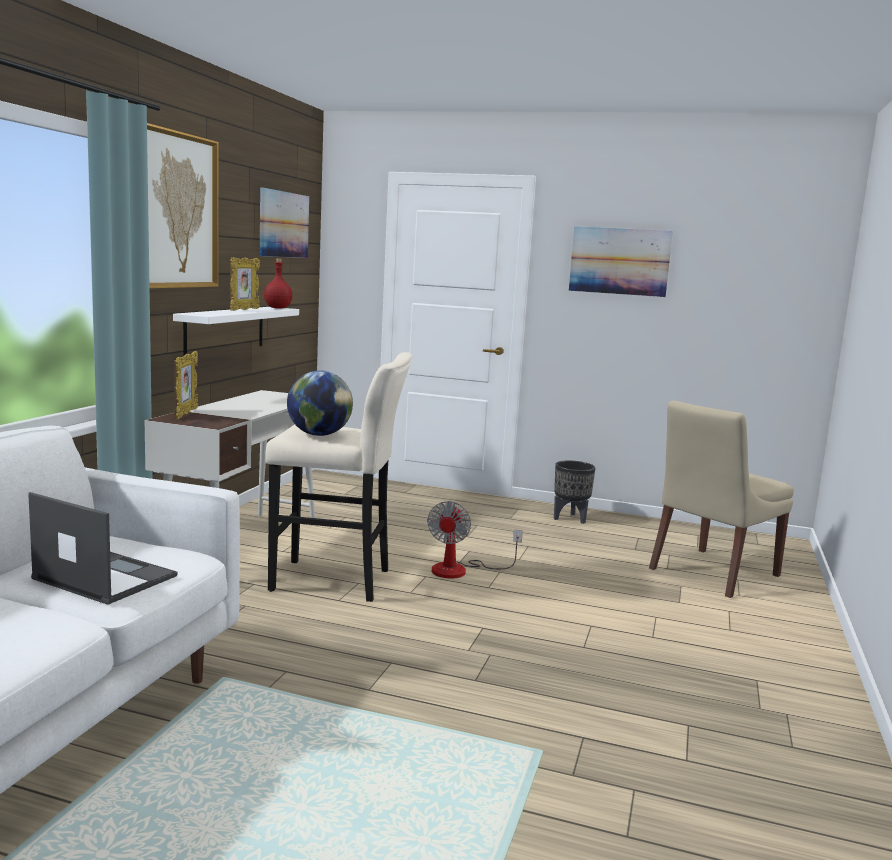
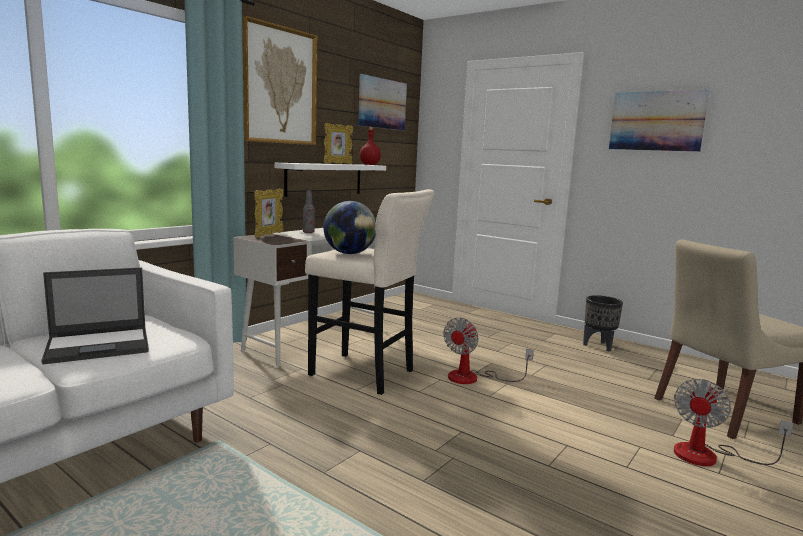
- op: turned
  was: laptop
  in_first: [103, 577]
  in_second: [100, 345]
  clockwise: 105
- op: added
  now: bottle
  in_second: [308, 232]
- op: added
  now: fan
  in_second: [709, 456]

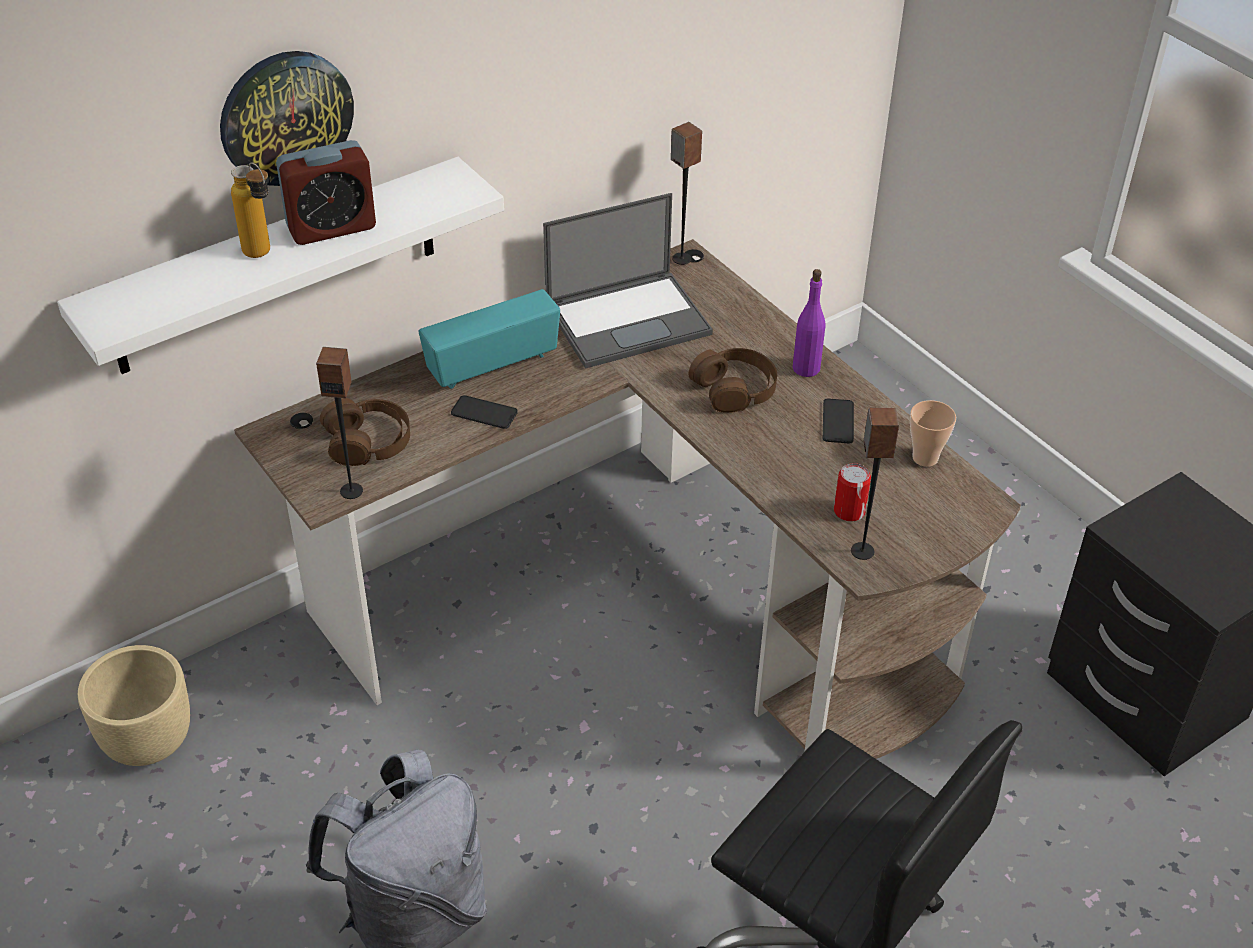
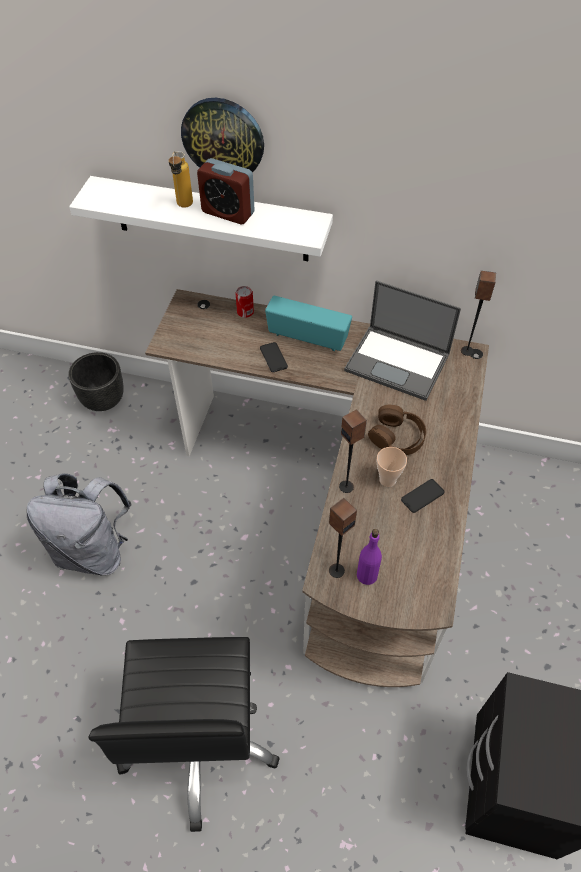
- op: recoloured
  was: beige planter
  now: black planter
  in_first: [147, 742]
  in_second: [103, 400]
- op: moved
  was: speaker
  in_first: [351, 490]
  in_second: [346, 486]
- op: removed
  was: brown headphones
  in_first: [368, 441]
- op: moved
  was: purple bottle
  in_first: [806, 368]
  in_second: [367, 575]
- op: moved
  was: can
  in_first: [849, 511]
  in_second: [245, 312]
- op: moved
  was: cup
  in_first: [925, 458]
  in_second: [387, 480]

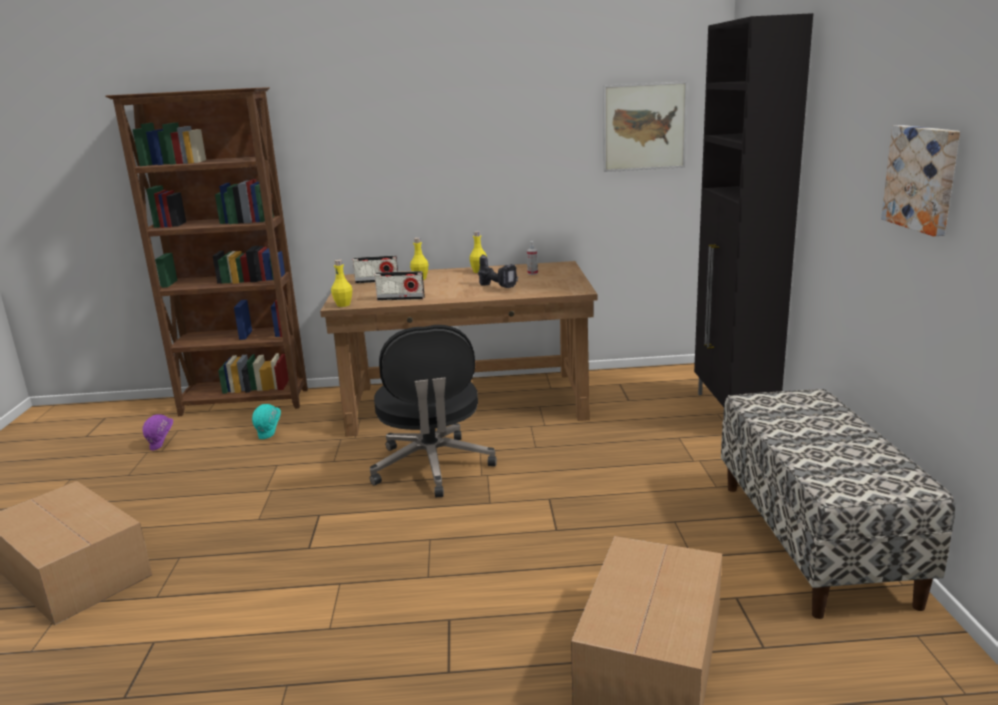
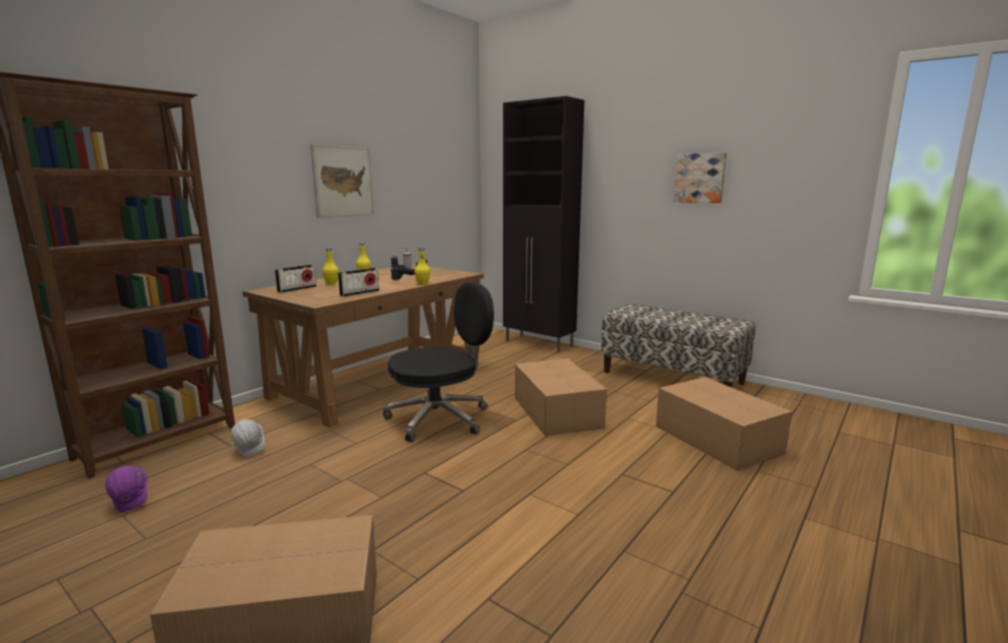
- op: recoloured
  was: turquoise hard hat
  now: white hard hat
  in_first: [270, 435]
  in_second: [250, 451]
- op: moved
  was: yellow bottle
  in_first: [343, 305]
  in_second: [422, 283]
- op: turned
  was: black office chair
  in_first: [432, 467]
  in_second: [440, 418]
  clockwise: -60
- op: moved
  was: picture
  in_first: [644, 127]
  in_second: [343, 181]
- op: added
  now: cardboard box
  in_second: [557, 411]

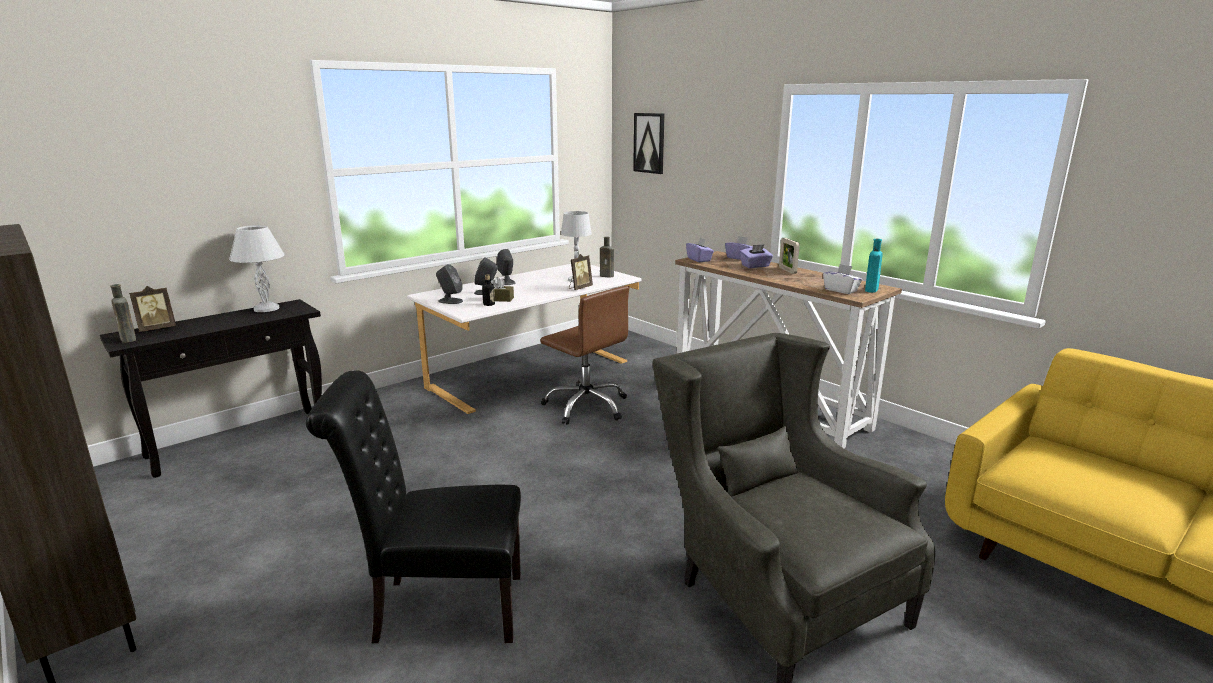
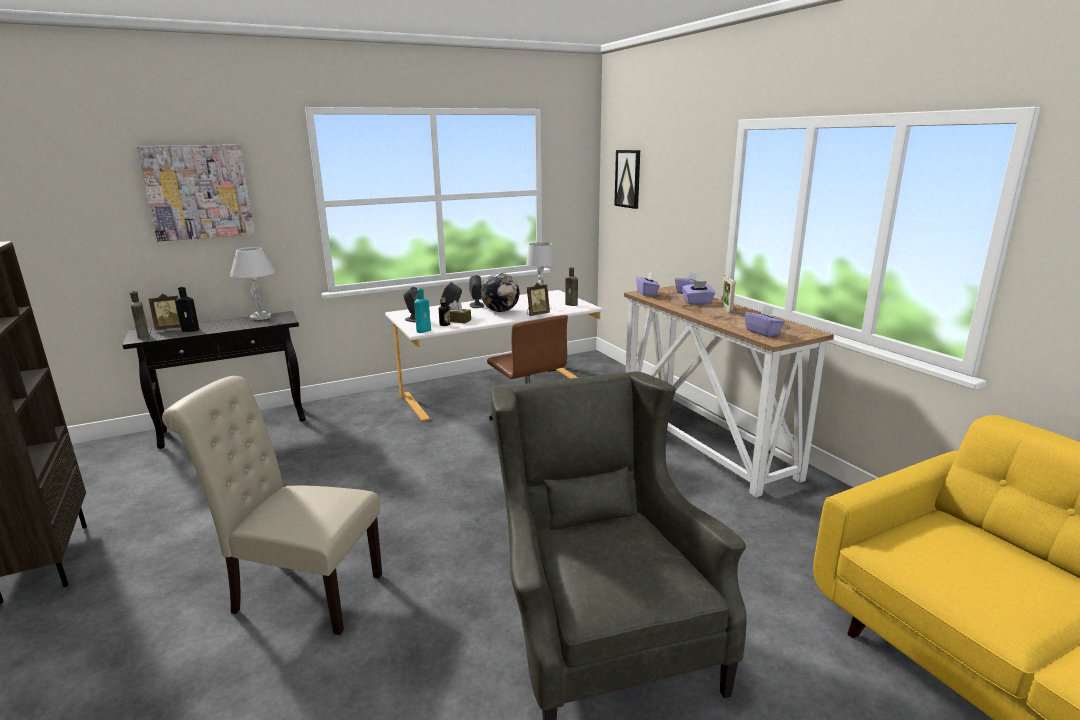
- op: recoloured
  was: black chair
  now: beige chair
  in_first: [439, 608]
  in_second: [299, 592]
- op: recoloured
  was: white tissue box
  now: purple tissue box
  in_first: [841, 290]
  in_second: [763, 332]
- op: moved
  was: turquoise bottle
  in_first: [871, 290]
  in_second: [424, 330]
- op: added
  now: picture
  in_second: [199, 192]
- op: added
  now: black bottle
  in_second: [192, 330]
- op: added
  now: globe
  in_second: [500, 311]

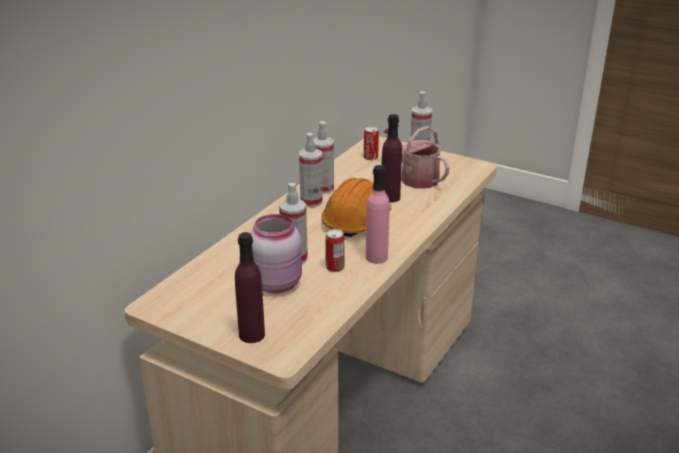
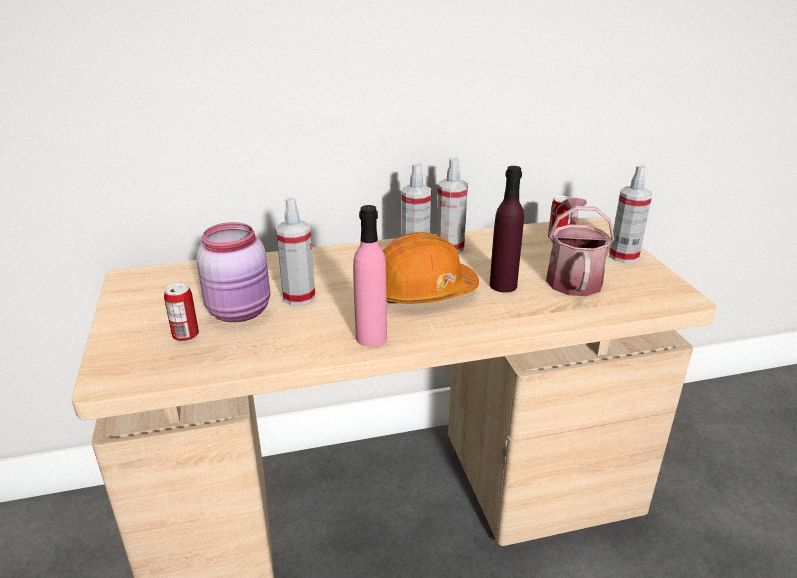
- op: removed
  was: purple bottle
  in_first: [252, 335]
- op: moved
  was: can
  in_first: [335, 267]
  in_second: [185, 335]

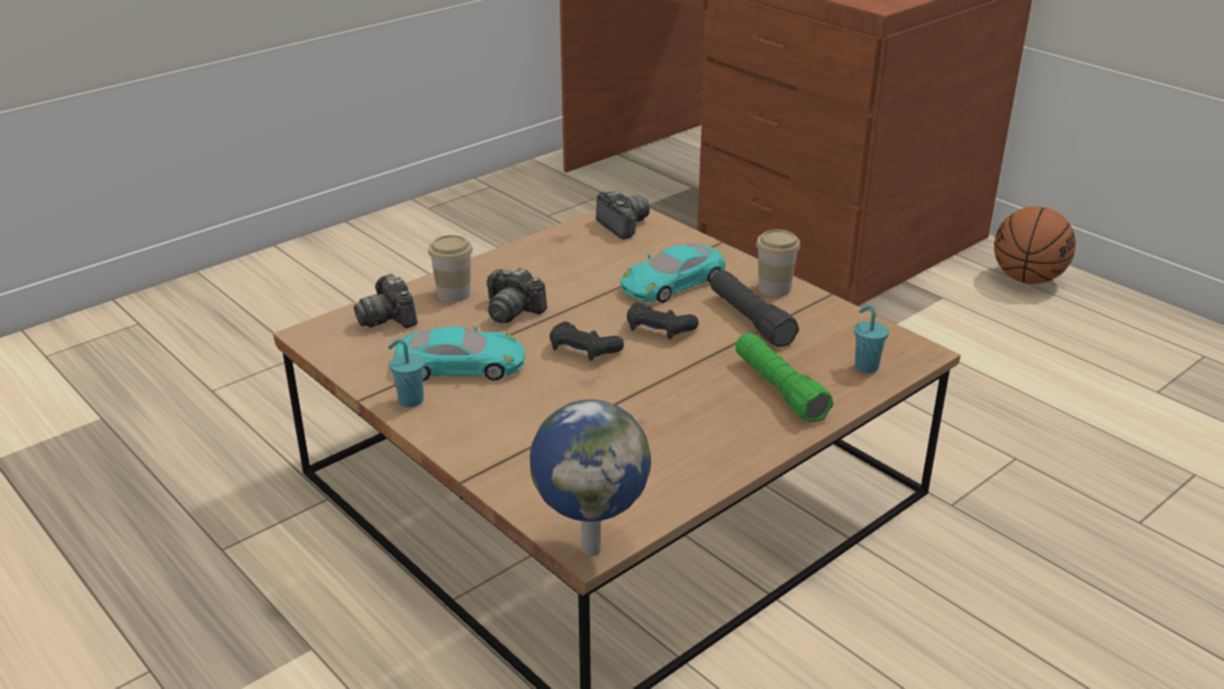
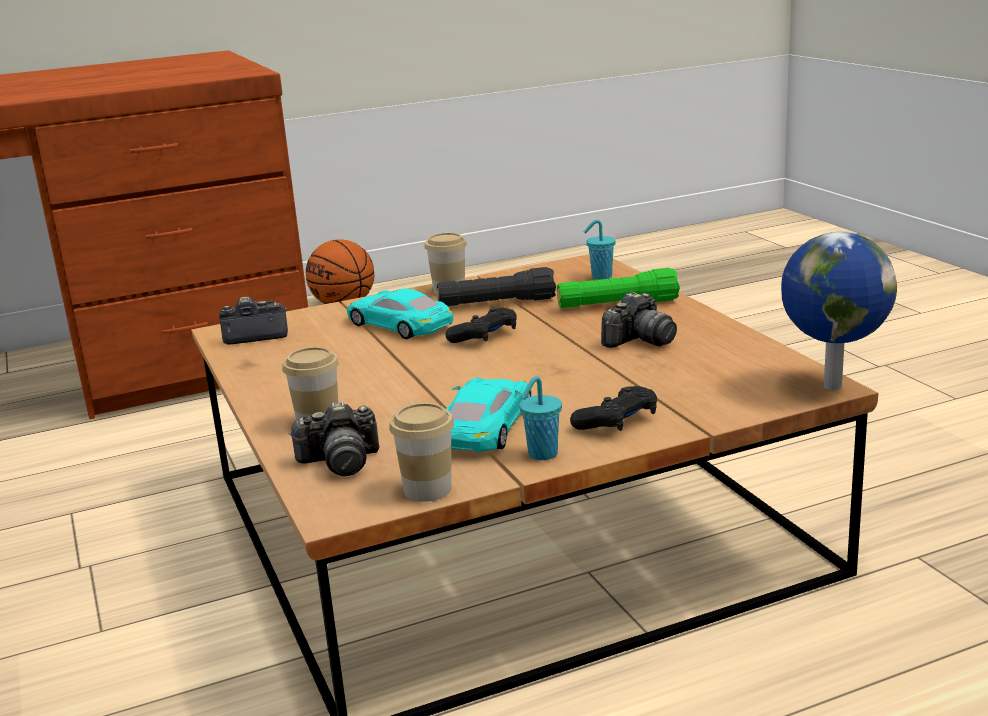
- op: moved
  was: photo camera
  in_first: [512, 311]
  in_second: [639, 341]
- op: moved
  was: black game controller
  in_first: [583, 350]
  in_second: [617, 421]
- op: turned
  was: turquoise toy car
  in_first: [673, 282]
  in_second: [400, 324]
  clockwise: 150
- op: added
  now: cup
  in_second: [427, 489]

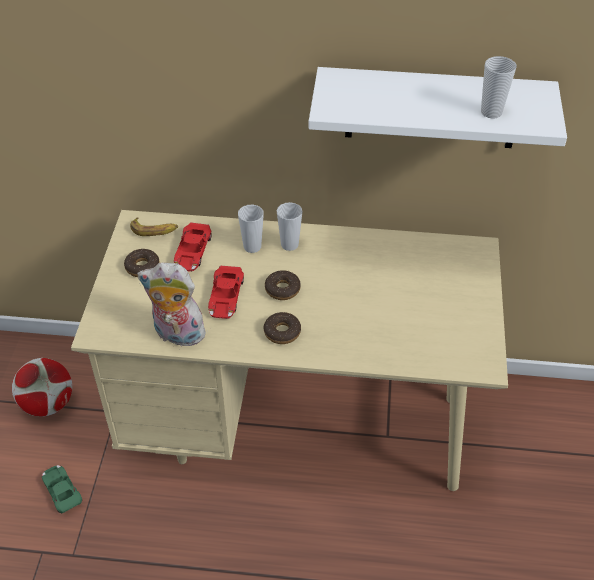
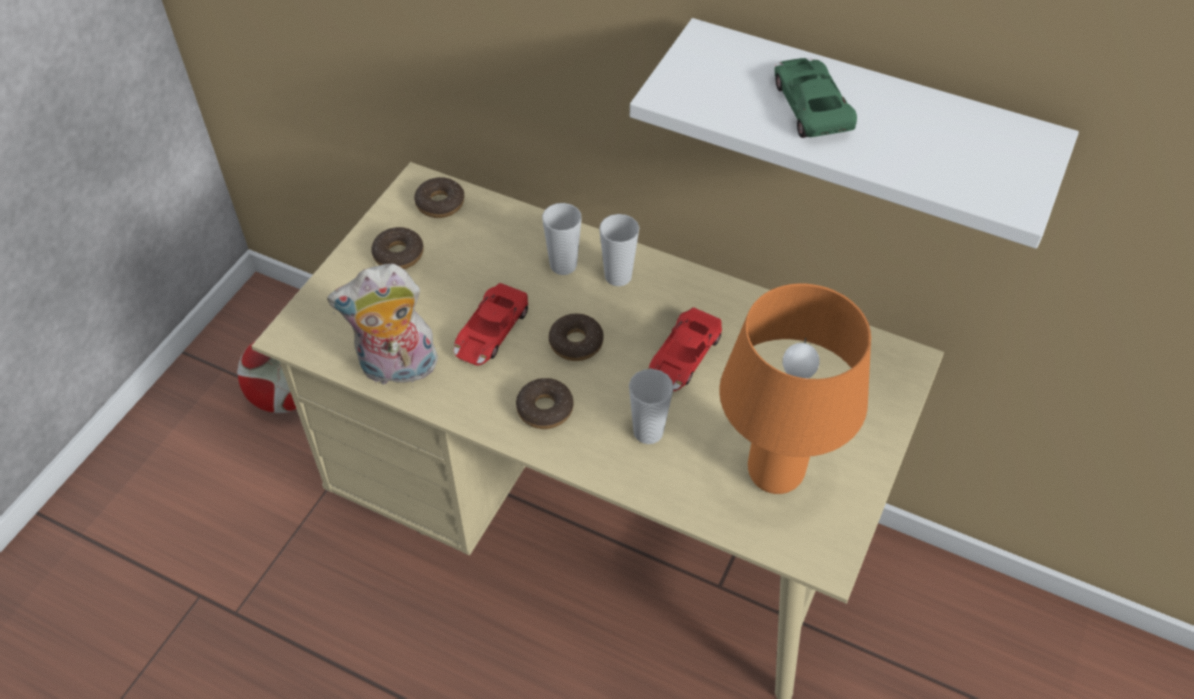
- op: moved
  was: green toy car
  in_first: [62, 491]
  in_second: [810, 105]
- op: replaced
  was: banana
  now: donut
  in_first: [154, 230]
  in_second: [440, 203]
- op: turned
  was: plush toy
  in_first: [177, 335]
  in_second: [397, 370]
  clockwise: -45
- op: moved
  was: red toy car
  in_first: [192, 252]
  in_second: [683, 357]
- op: moved
  was: cup
  in_first: [491, 112]
  in_second: [648, 432]
- op: added
  now: orange table lamp
  in_second: [774, 472]

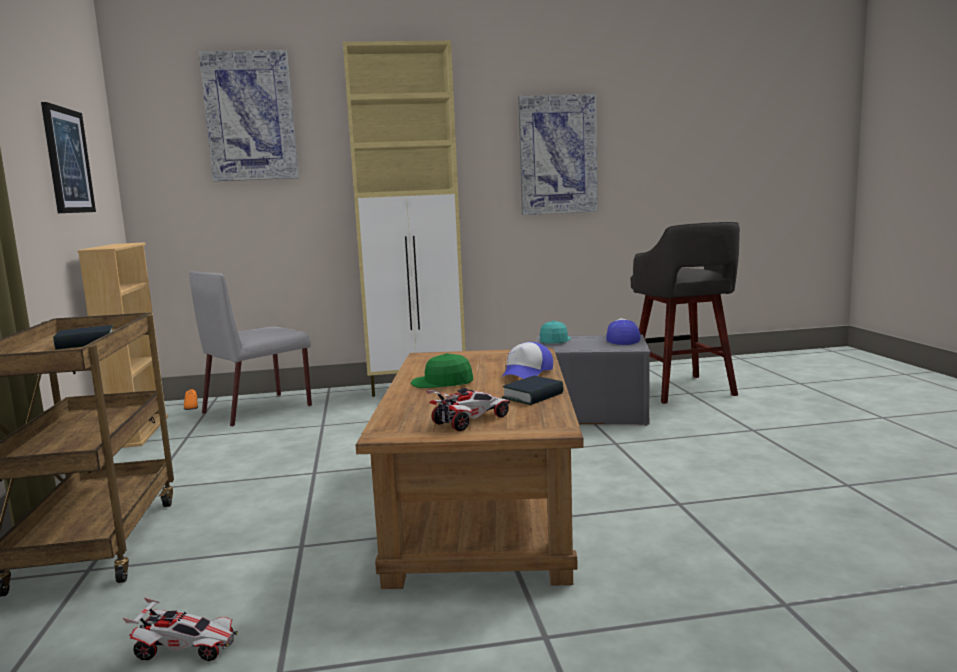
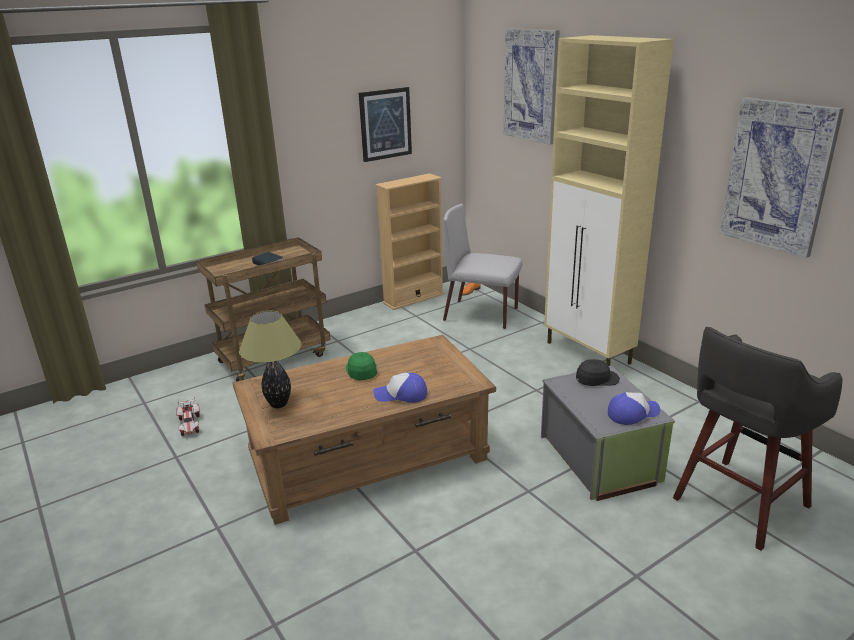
- op: replaced
  was: toy car
  now: table lamp
  in_first: [471, 421]
  in_second: [278, 404]
- op: removed
  was: book
  in_first: [533, 396]
- op: recoloured
  was: turquoise cap
  now: black cap
  in_first: [554, 340]
  in_second: [596, 379]

